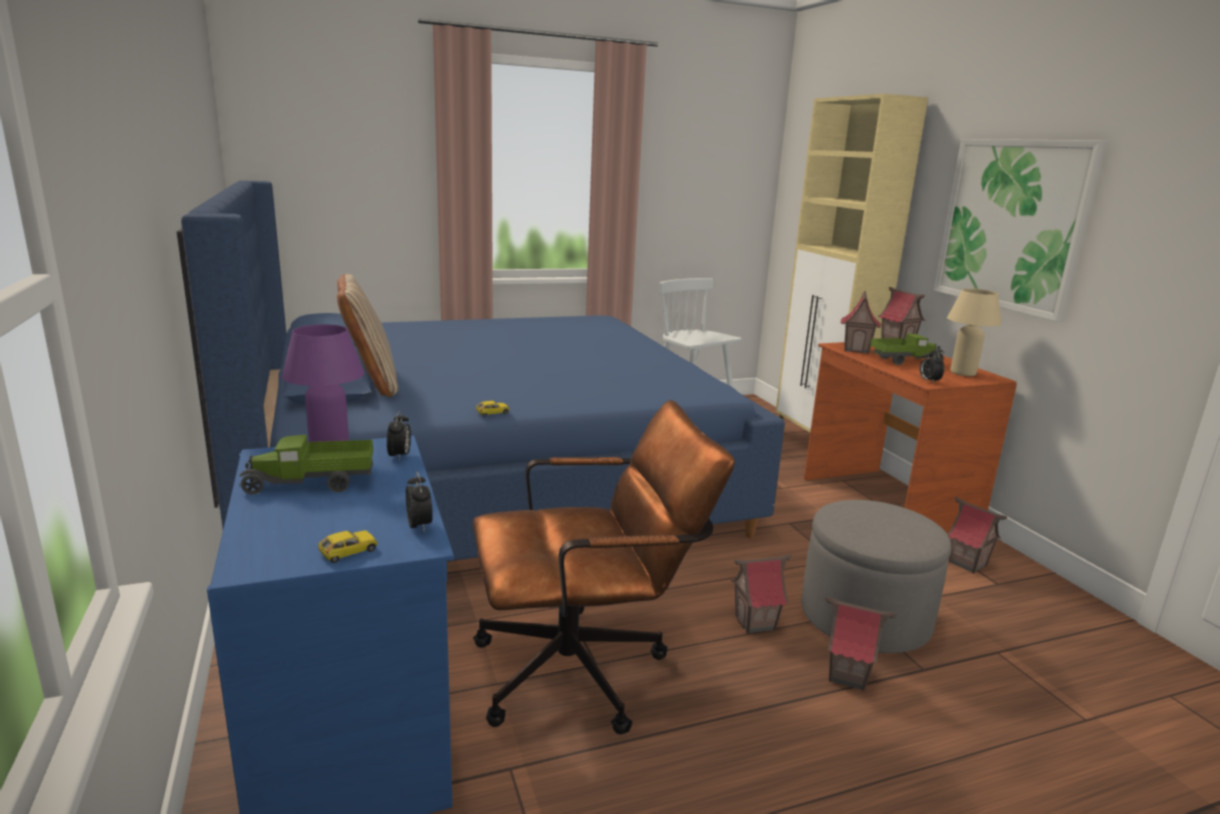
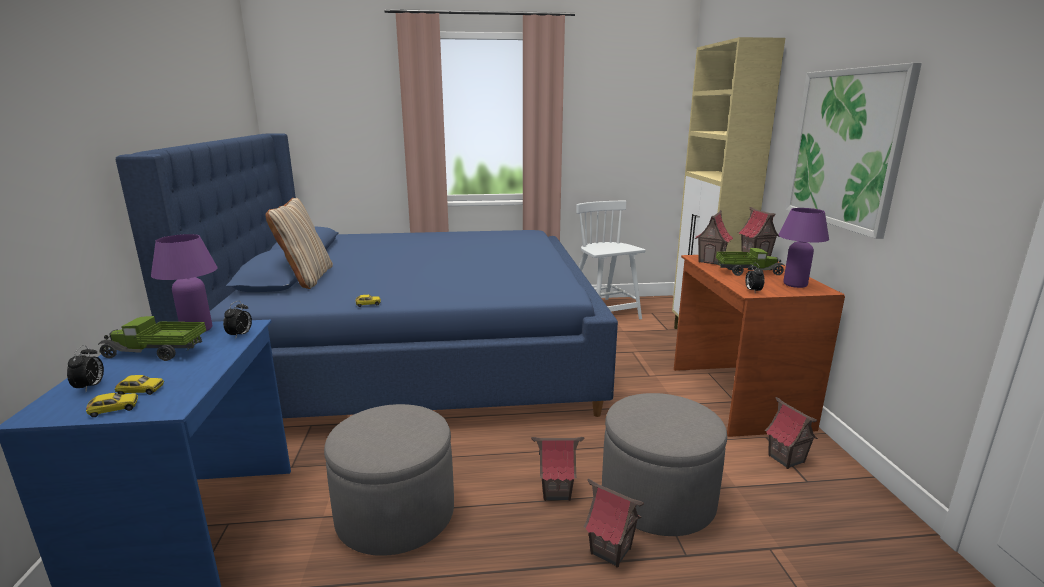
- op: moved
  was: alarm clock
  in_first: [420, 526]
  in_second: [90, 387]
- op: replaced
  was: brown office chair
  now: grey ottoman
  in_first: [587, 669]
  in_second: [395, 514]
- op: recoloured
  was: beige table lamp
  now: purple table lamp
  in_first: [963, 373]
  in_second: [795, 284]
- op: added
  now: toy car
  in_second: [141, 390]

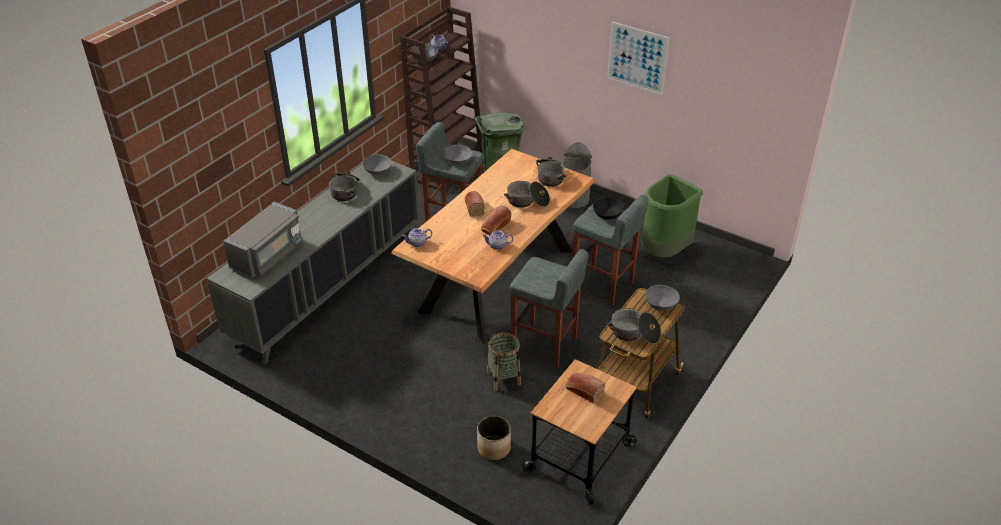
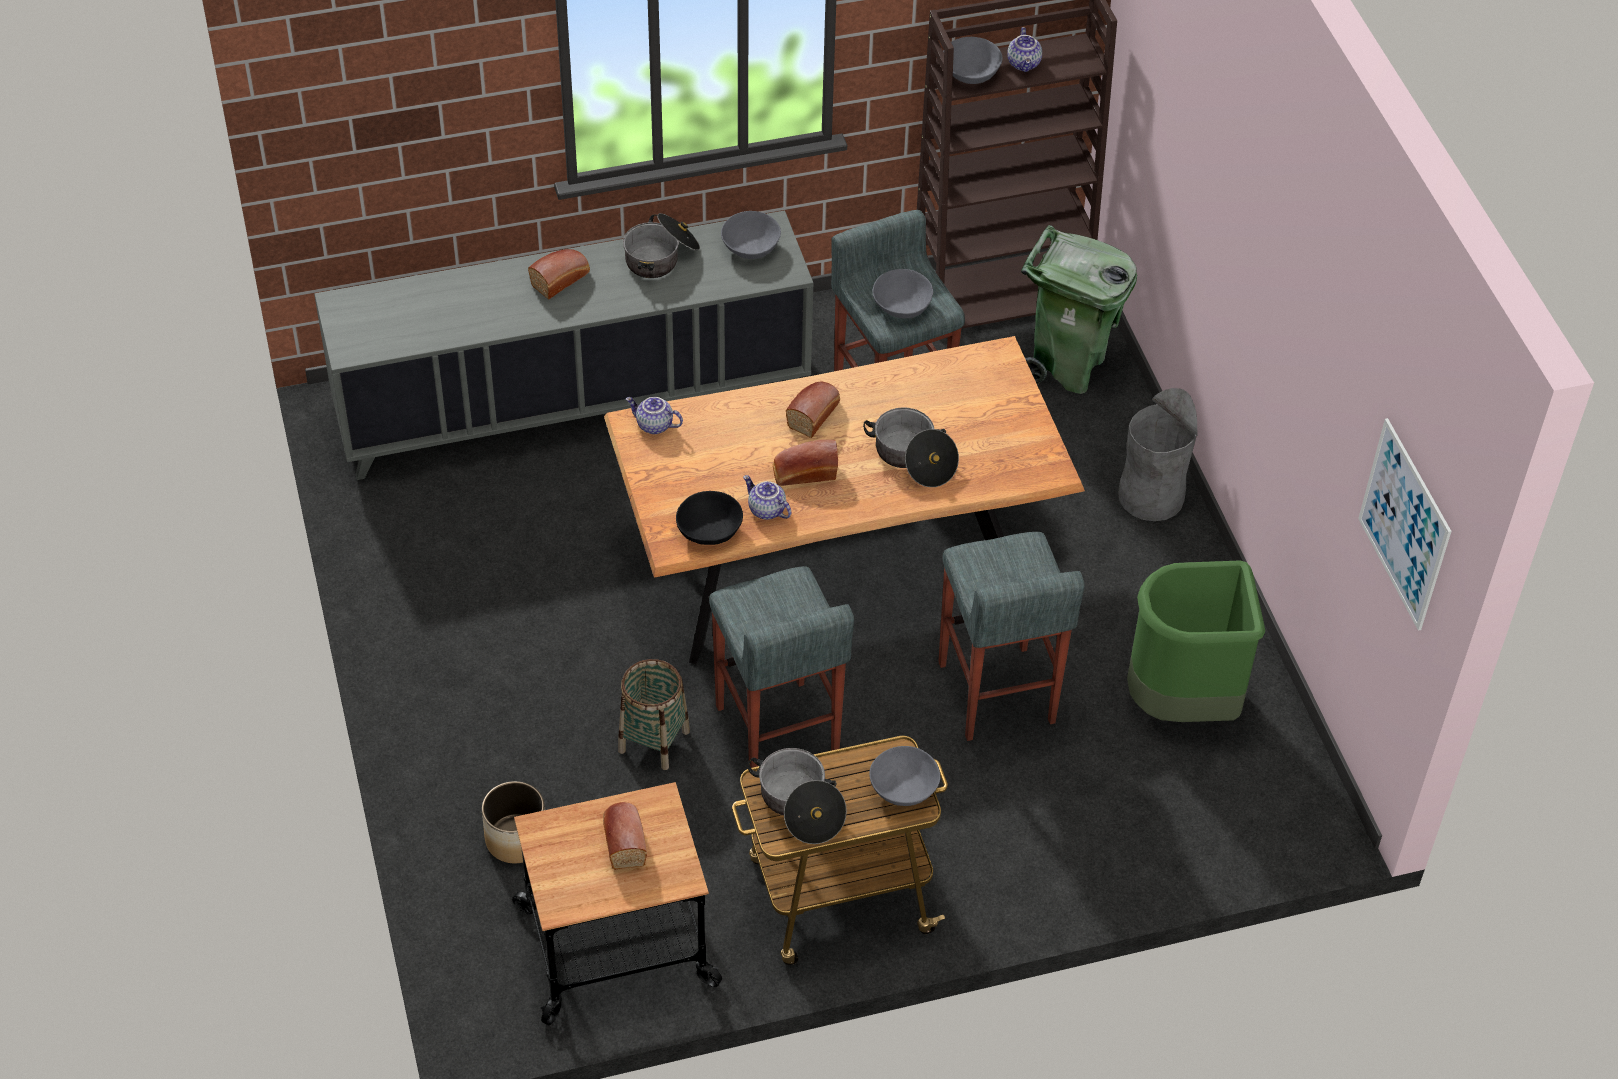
- op: removed
  was: grey microwave
  in_first: [268, 255]
- op: removed
  was: cooking pot
  in_first: [550, 176]
- op: moved
  was: black bowl
  in_first: [607, 215]
  in_second: [710, 530]
- op: moved
  was: picture
  in_first: [637, 58]
  in_second: [1404, 524]
- op: added
  now: bread
  in_second: [561, 279]

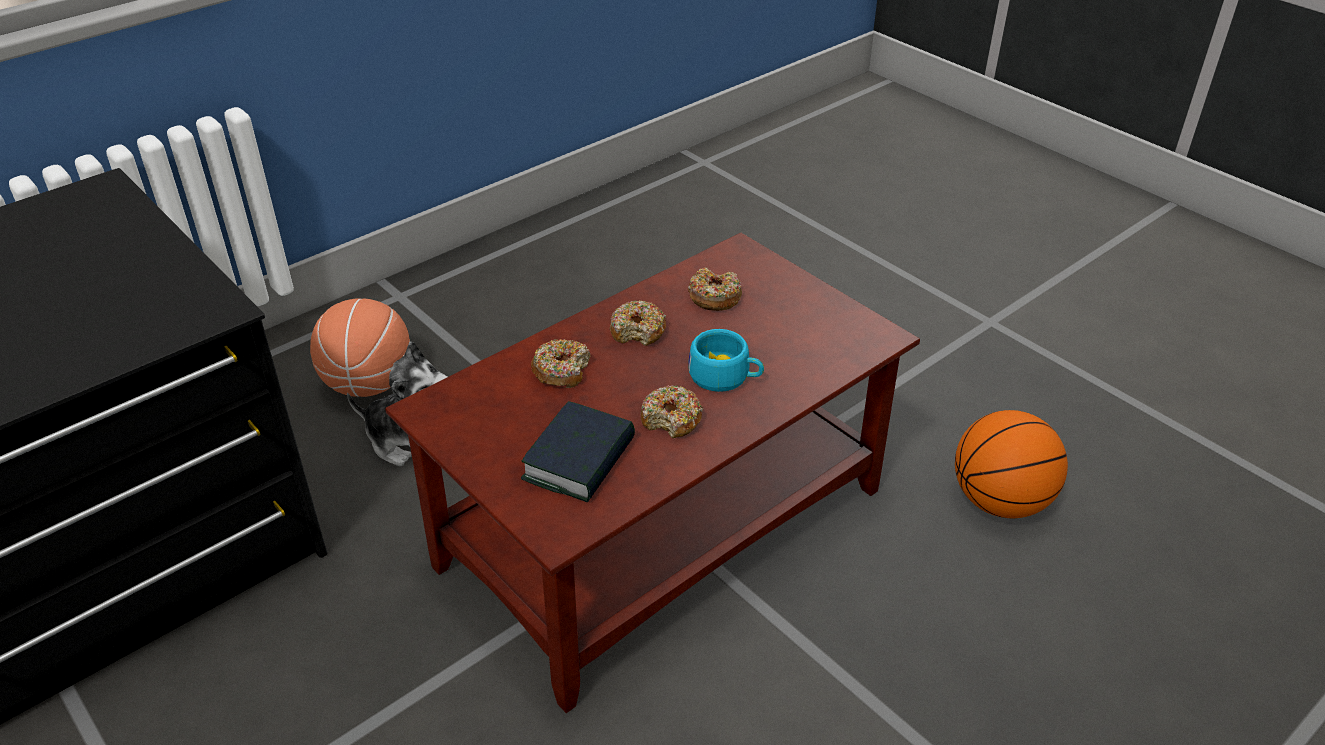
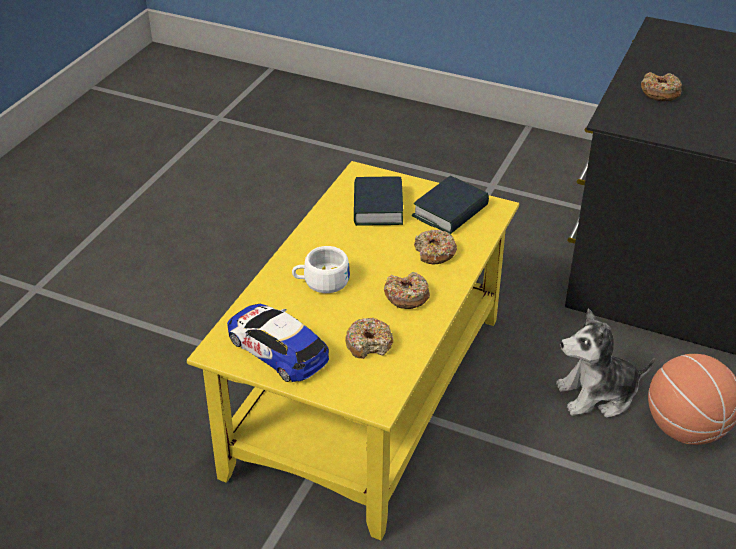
- op: recoloured
  was: brown coffee table
  now: yellow coffee table
  in_first: [664, 525]
  in_second: [367, 396]
- op: moved
  was: donut
  in_first: [671, 420]
  in_second: [660, 93]
- op: recoloured
  was: turquoise cup
  now: white cup
  in_first: [725, 377]
  in_second: [321, 281]
- op: removed
  was: basketball
  in_first: [1000, 501]
- op: added
  now: toy car
  in_second: [277, 348]
- op: added
  now: book
  in_second: [450, 211]

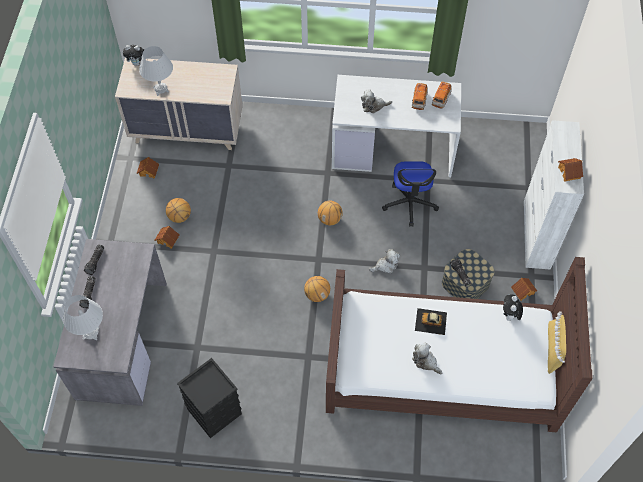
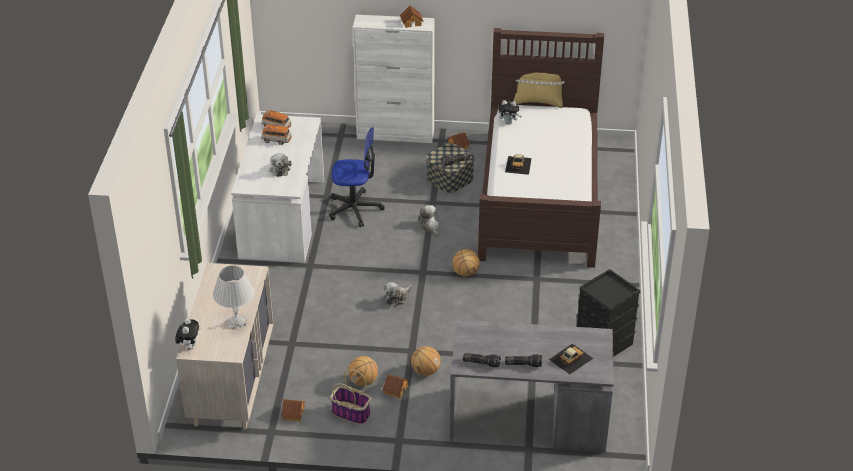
- op: replaced
  was: white table lamp
  now: toy car
  in_first: [91, 333]
  in_second: [570, 358]
- op: moved
  was: basketball
  in_first: [330, 219]
  in_second: [425, 371]
- op: moved
  was: plush toy
  in_first: [425, 361]
  in_second: [397, 298]
- op: added
  now: basket
  in_second: [351, 413]

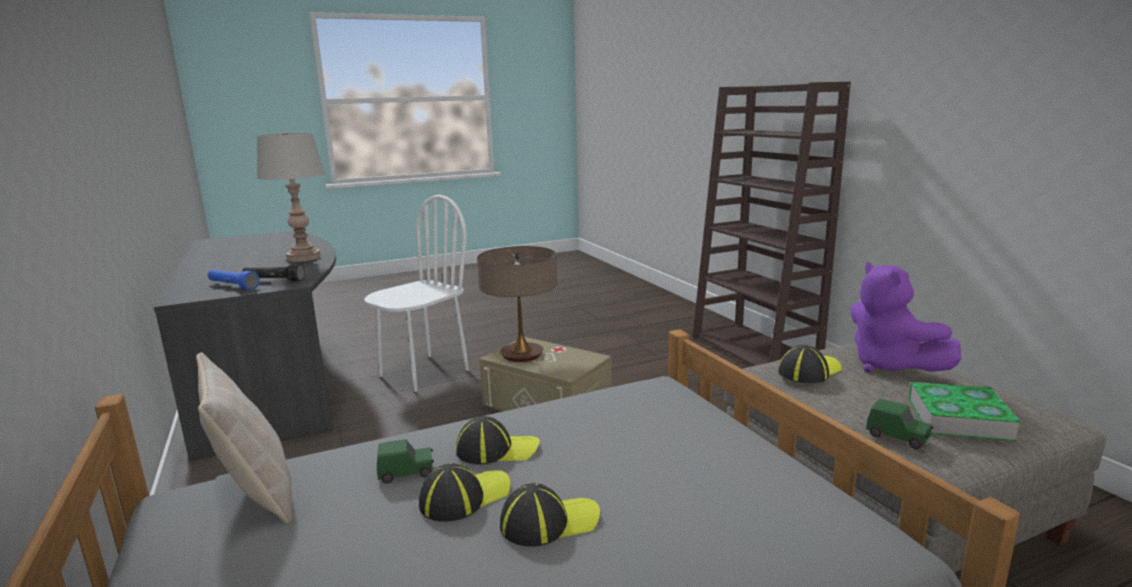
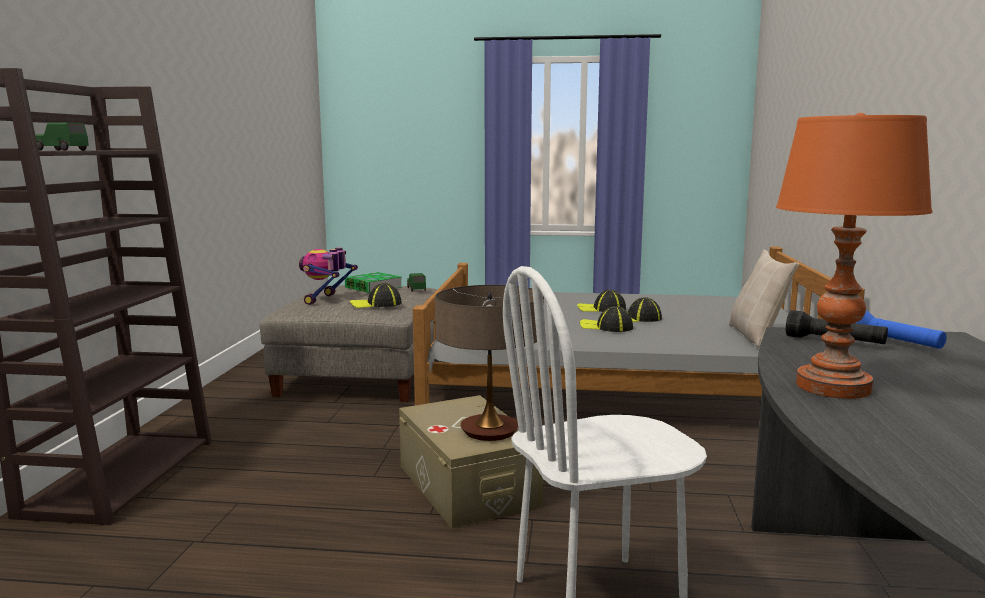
- op: recoloured
  was: grey table lamp
  now: orange table lamp
  in_first: [303, 258]
  in_second: [833, 387]
- op: moved
  was: green toy car
  in_first: [407, 473]
  in_second: [61, 150]
- op: replaced
  was: purple plush toy
  now: toy robot
  in_first: [889, 366]
  in_second: [326, 300]

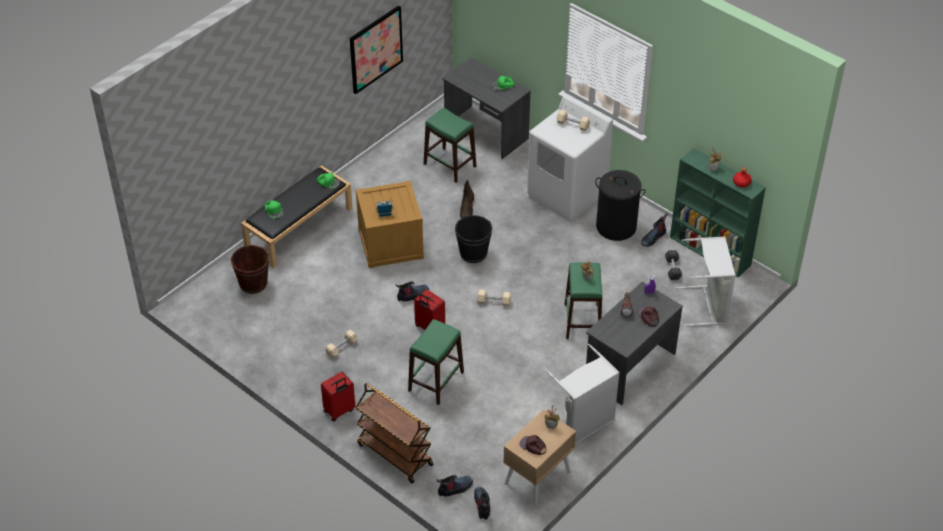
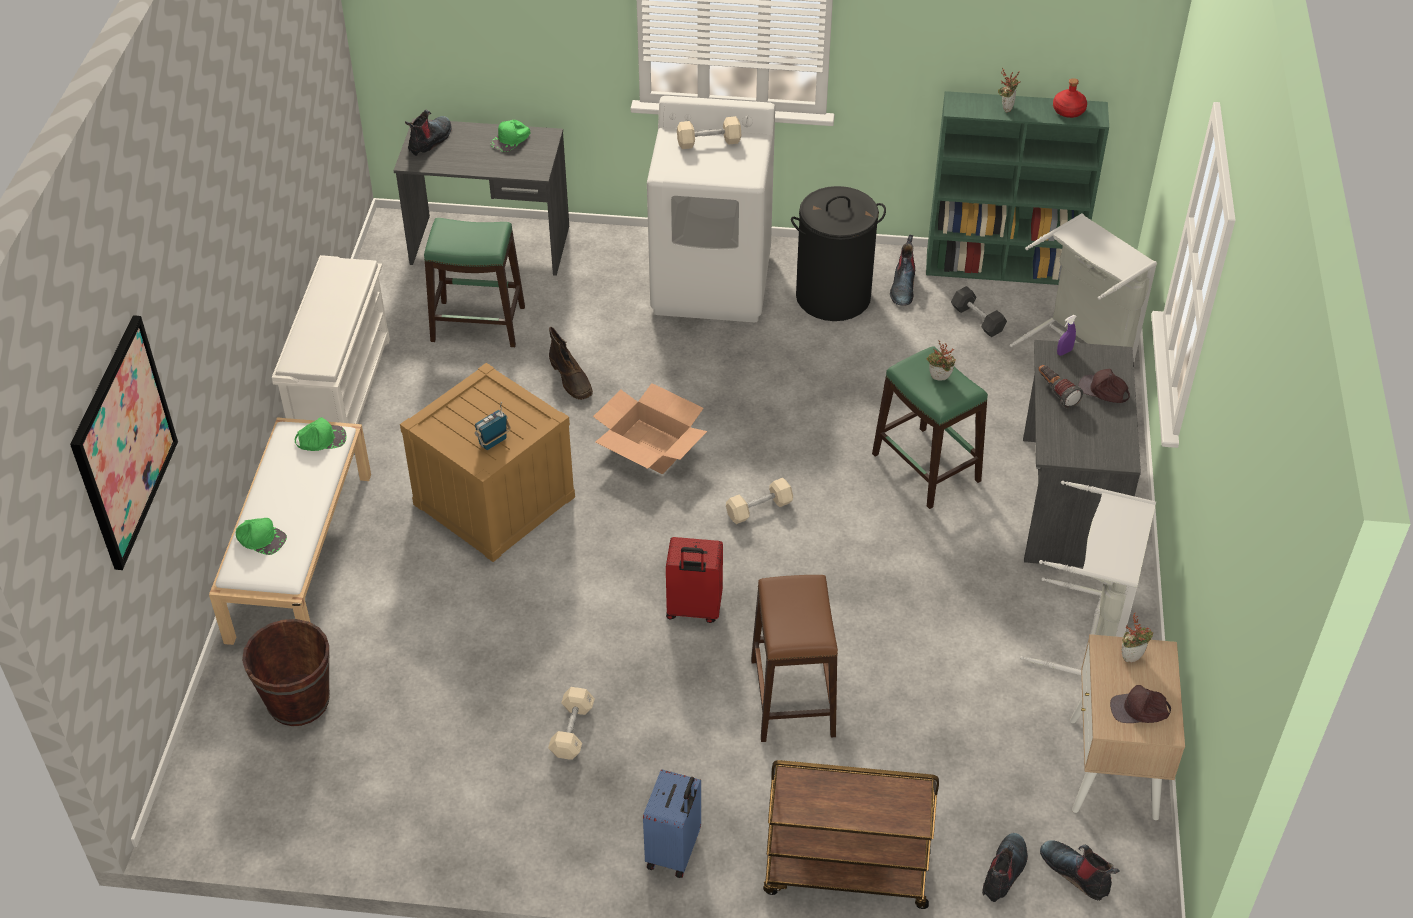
- op: recoloured
  was: black bench
  now: white bench
  in_first: [299, 227]
  in_second: [300, 554]
- op: recoloured
  was: red suitcase
  now: blue suitcase
  in_first: [339, 411]
  in_second: [674, 851]
- op: moved
  was: picture
  in_first: [375, 49]
  in_second: [123, 442]
- op: moved
  was: boot
  in_first: [412, 295]
  in_second: [430, 141]
- op: recoloured
  was: green stool
  now: brown stool
  in_first: [435, 381]
  in_second: [792, 698]
- op: replaced
  was: black bucket
  now: cardboard box
  in_first: [473, 253]
  in_second: [650, 446]
- op: added
  now: white shoe rack
  in_second: [342, 392]

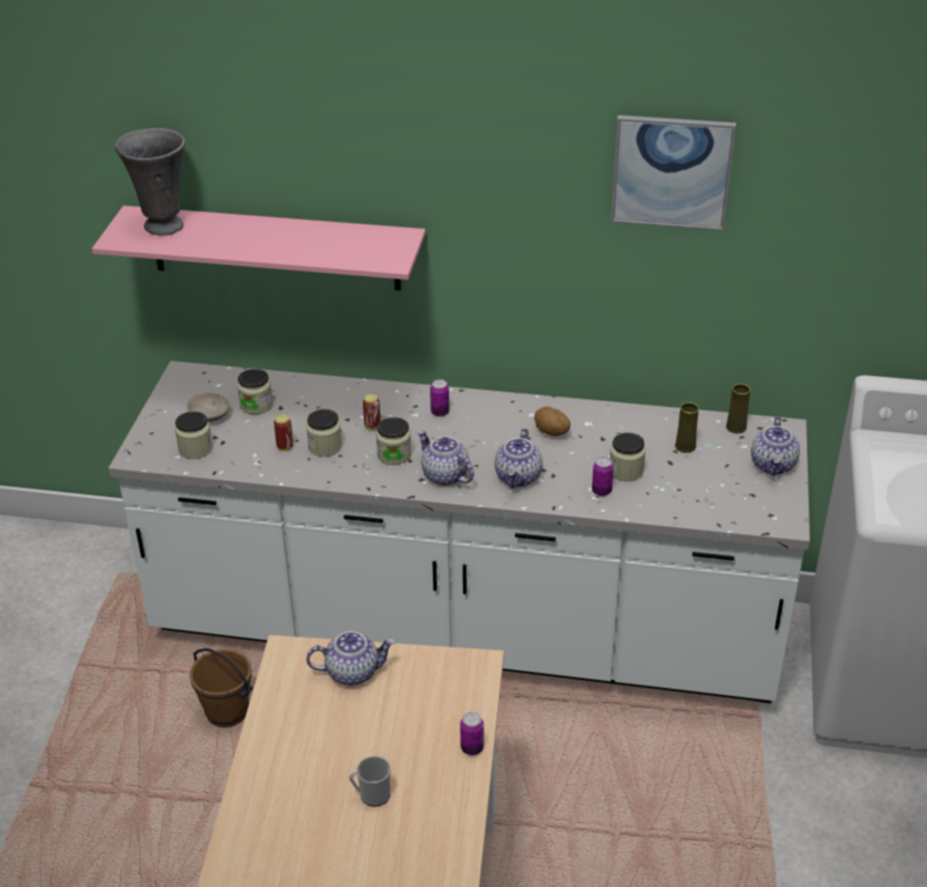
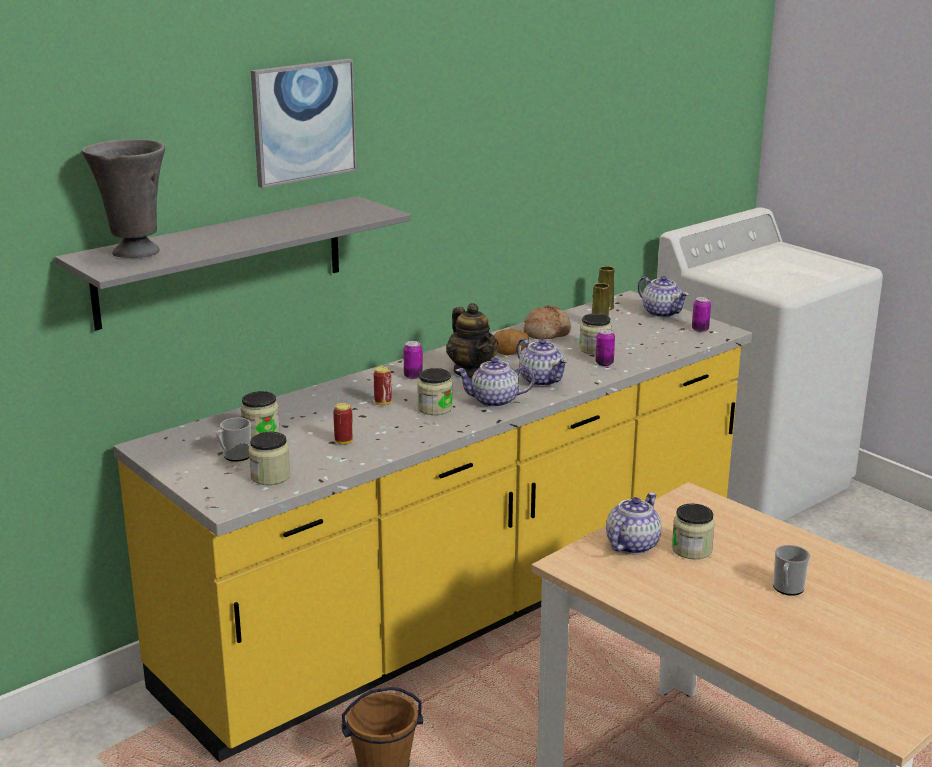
- op: recoloured
  was: pink shelf
  now: grey shelf
  in_first: [275, 248]
  in_second: [221, 261]
- op: recoloured
  was: white counter
  now: yellow counter
  in_first: [465, 630]
  in_second: [465, 607]
- op: replaced
  was: beige bowl
  now: mug
  in_first: [208, 416]
  in_second: [234, 456]
- op: moved
  was: jar
  in_first: [325, 446]
  in_second: [691, 549]
- op: moved
  was: can
  in_first: [472, 748]
  in_second: [700, 329]
- op: moved
  was: picture
  in_first: [671, 171]
  in_second: [303, 122]
- op: added
  now: teapot
  in_second: [472, 372]
- op: added
  now: bread
  in_second: [546, 333]

